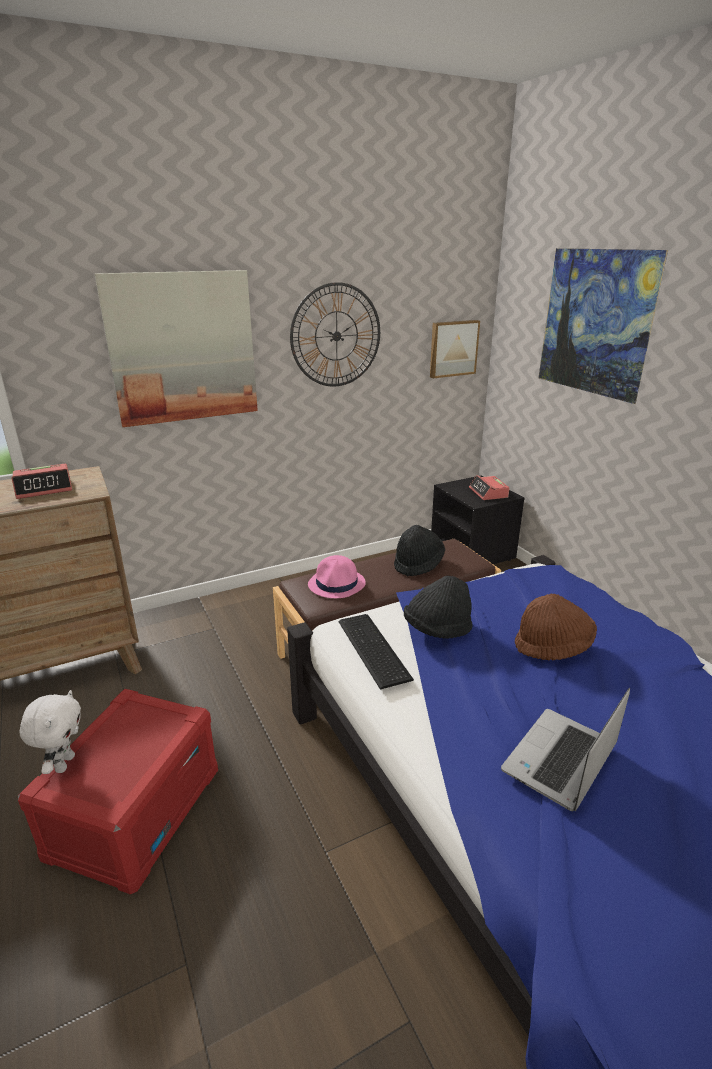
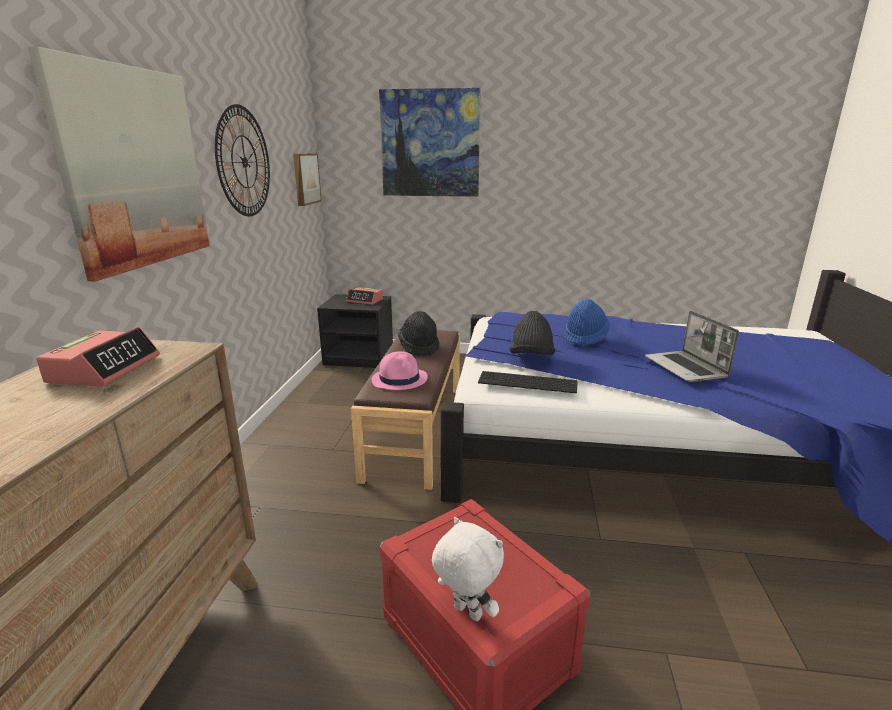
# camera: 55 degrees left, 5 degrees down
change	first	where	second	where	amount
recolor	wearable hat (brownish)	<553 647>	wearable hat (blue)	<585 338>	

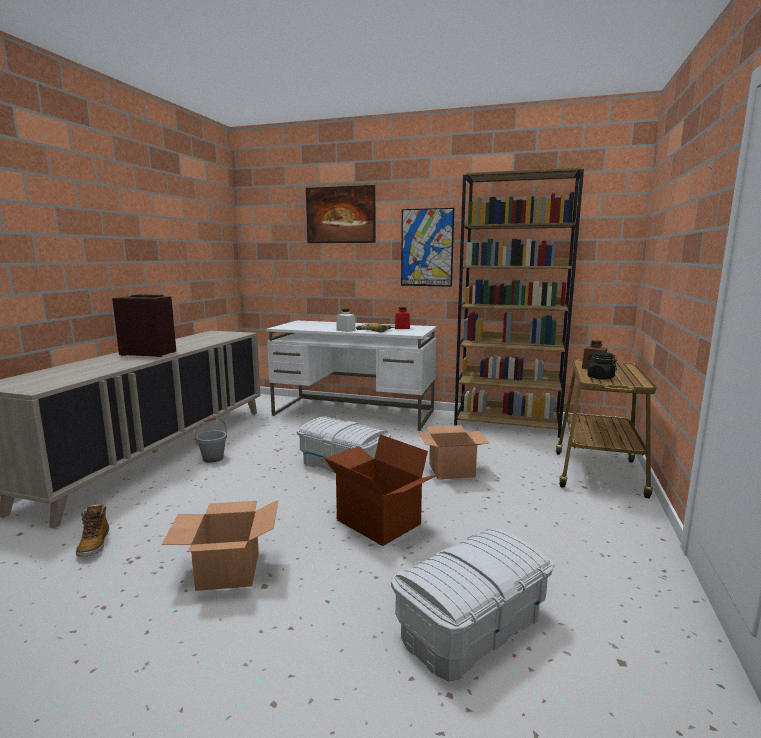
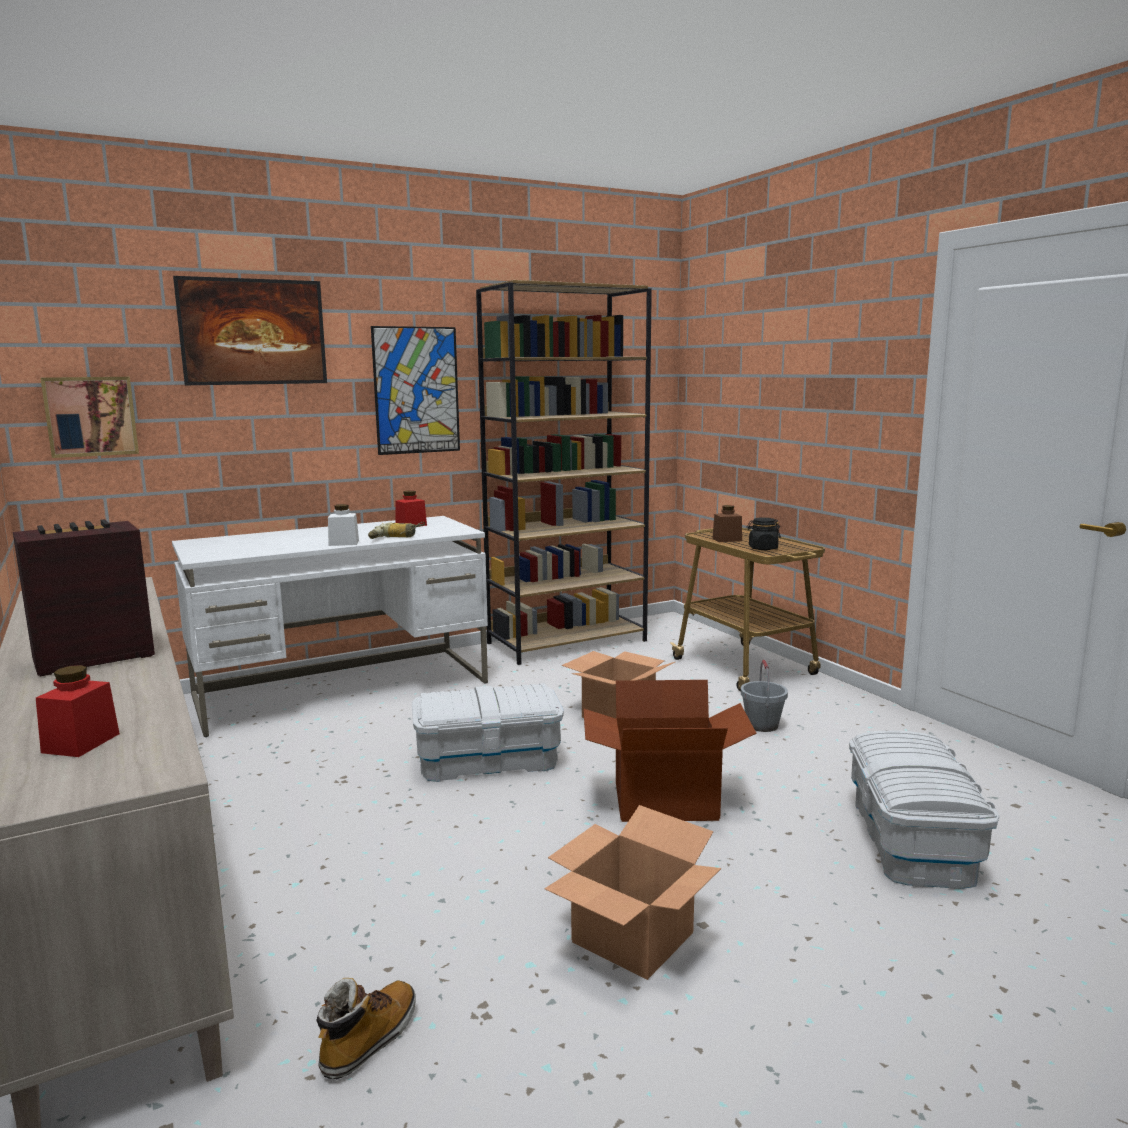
# camera: 45 degrees left, 0 degrees up
change	first	where	second	where	amount
move	pail (grey)	<213 458>		<762 725>	
rotate	boot	<94 544>		<369 1040>	90 degrees counterclockwise
insert			picture	<91 416>	
insert			jar (red-coloured)	<81 743>	

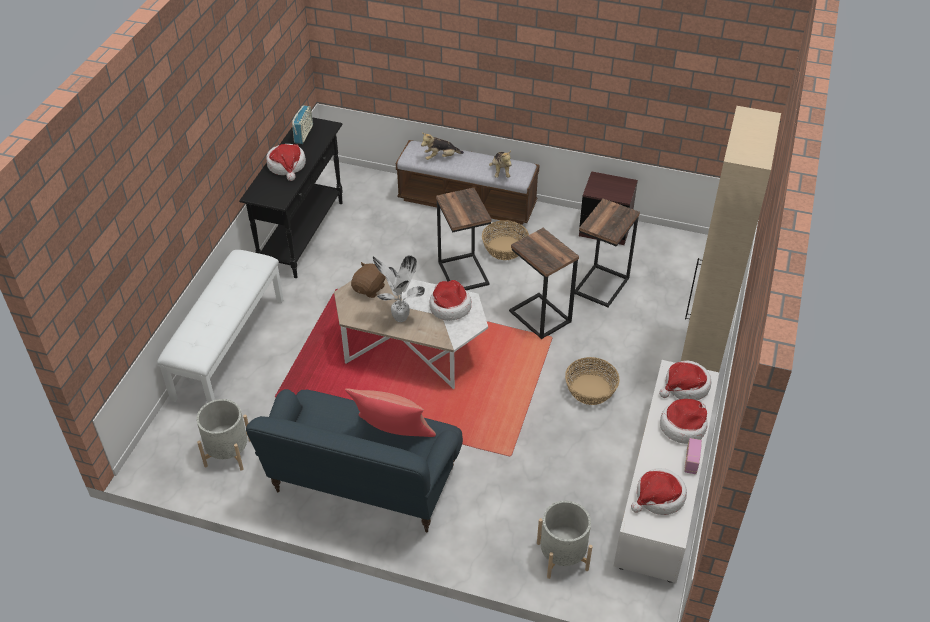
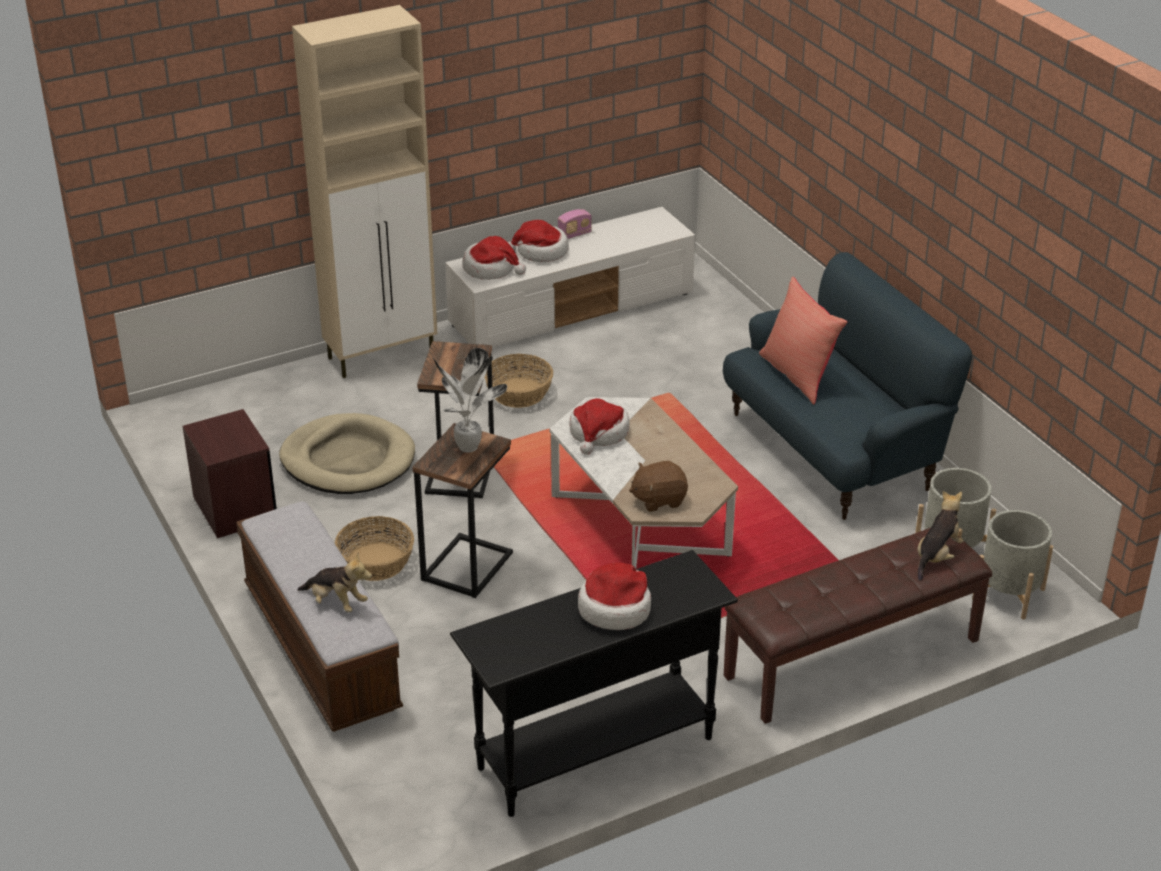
# camera: 135 degrees left, 10 degrees down
change	first	where	second	where	amount
delete	radio receiver	<303 134>			
move	plush toy	<500 171>		<937 556>	
replace	end table	<602 286>	pet bed (beige-coloured)	<348 460>	
recolor	indoor bench (white)	<228 347>	indoor bench (brownish)	<852 659>	
move	plant in a pot	<399 317>		<469 448>	
delete	wearable hat	<658 497>			
move	plant pot (grey)	<562 556>		<1008 594>	

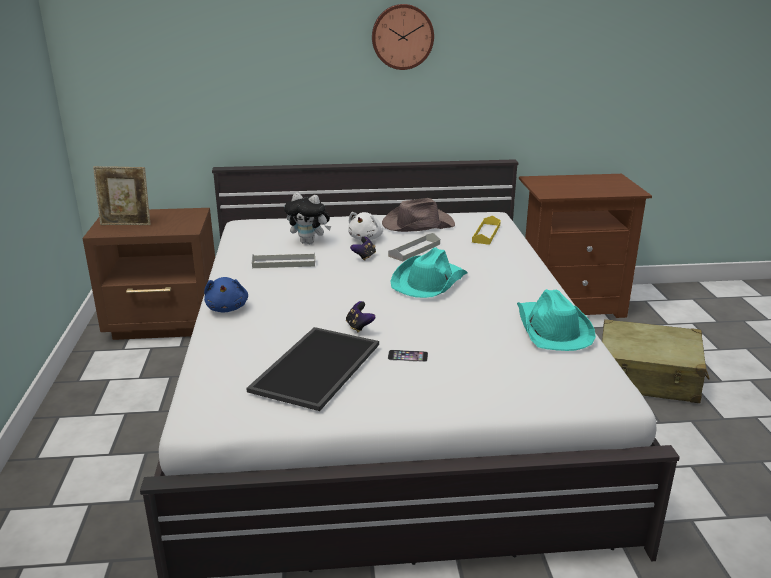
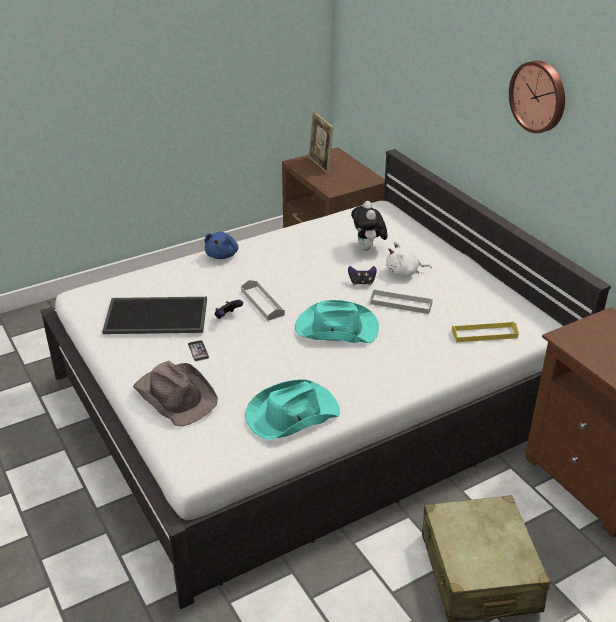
# camera: 65 degrees right, 10 degrees up
change	first	where	second	where	amount
move	wearable hat (brownish)	<417 224>		<176 395>	
move	serving tray (grey)	<284 263>		<262 303>	
rotate	plush toy (blue)	<227 308>		<222 255>	45 degrees counterclockwise

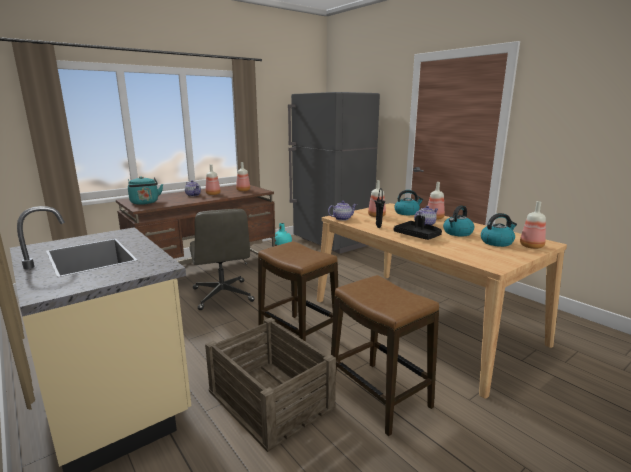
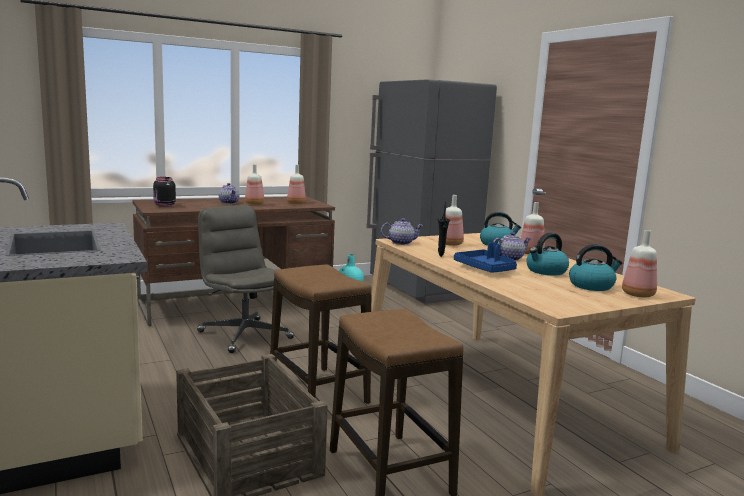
# camera: 10 degrees right, 5 degrees down
change	first	where	second	where	amount
replace	tea kettle (blue-green)	<145 203>	jar (black)	<164 205>	
rotate	desk chair (grey)	<223 295>		<244 335>	150 degrees clockwise
recolor	serving tray (black)	<418 236>	serving tray (blue)	<486 269>	

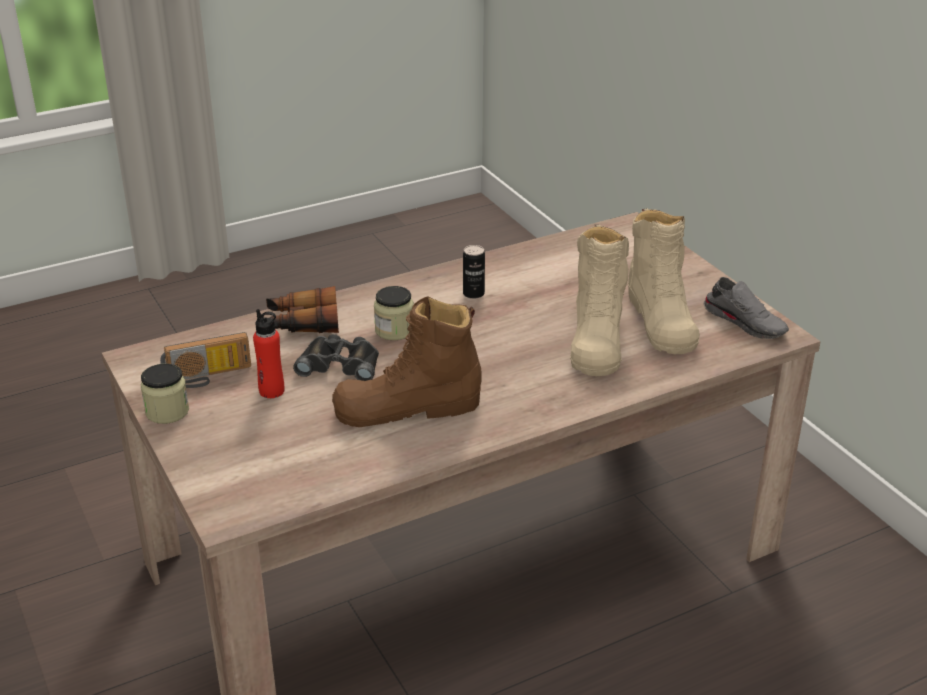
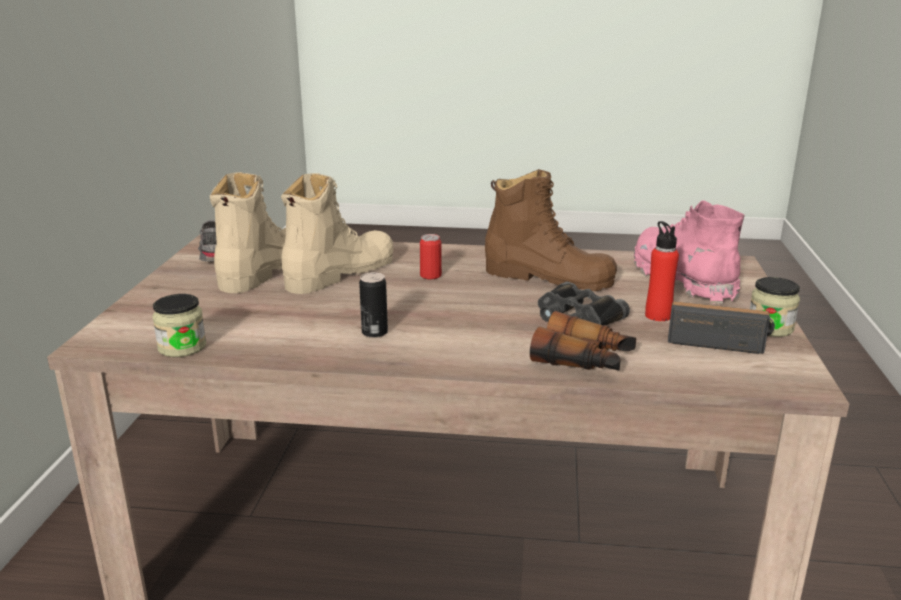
# camera: 145 degrees left, 10 degrees down
change	first	where	second	where	amount
move	jar	<394 330>		<182 347>	
insert			boot (pinkish)	<682 280>	
insert			can	<430 276>	

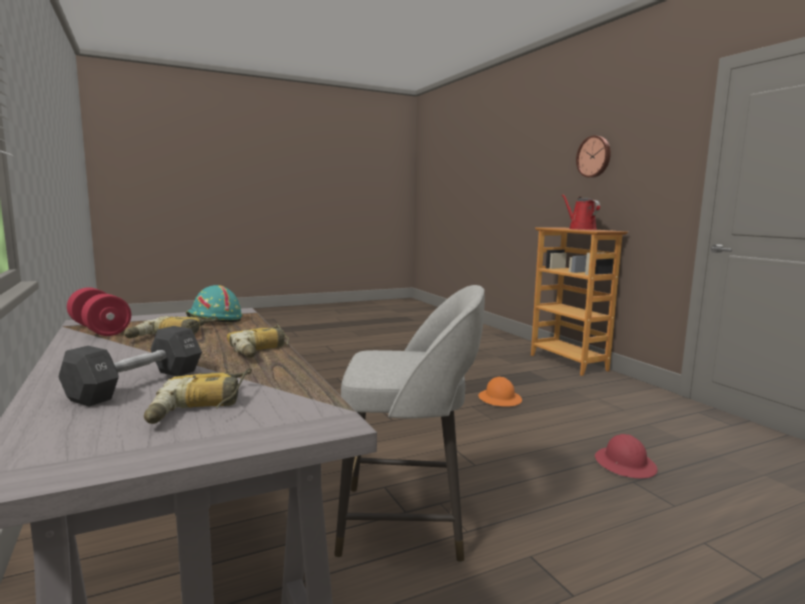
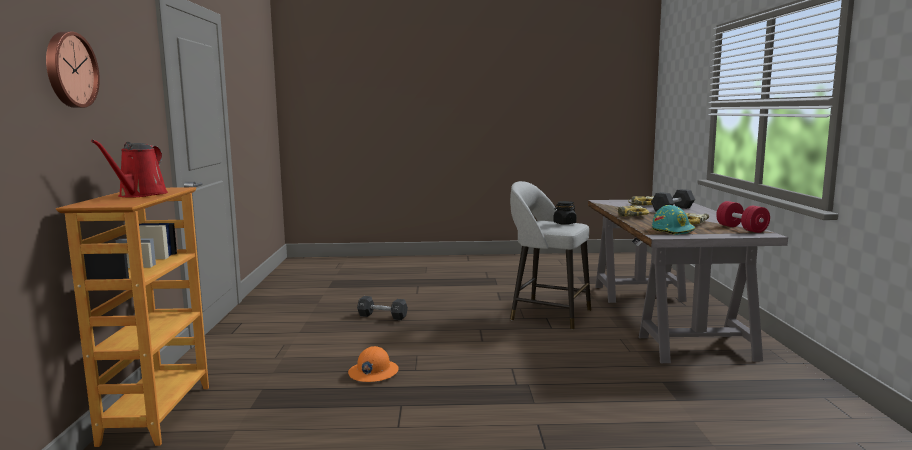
# camera: 155 degrees left, 0 degrees up
change	first	where	second	where	amount
replace	work helmet (red-coloured)	<625 464>	hand weight (black)	<382 316>	
insert			jar (black)	<564 223>	

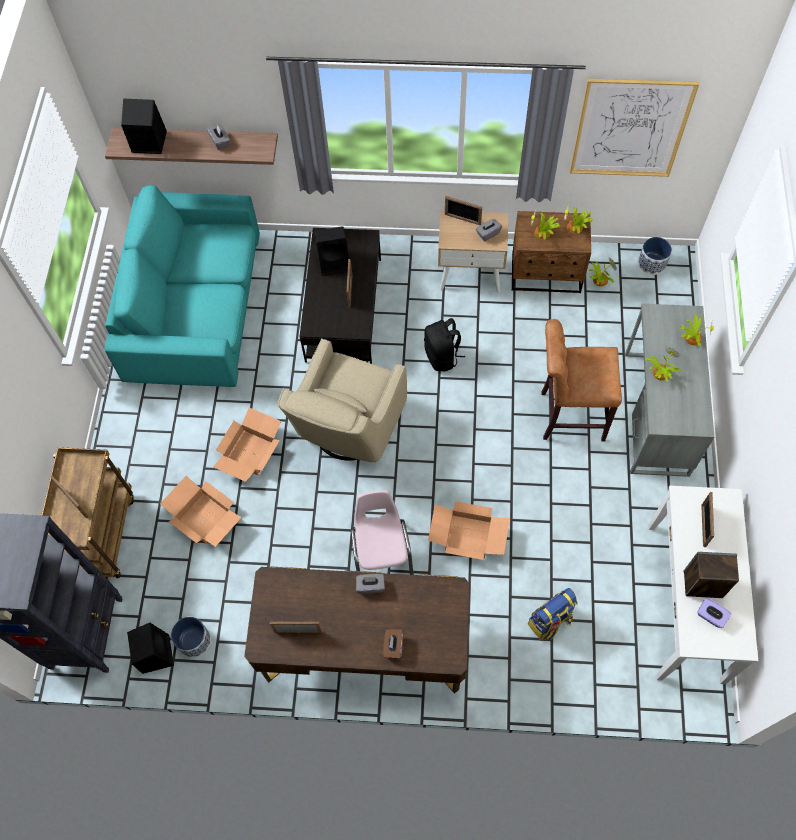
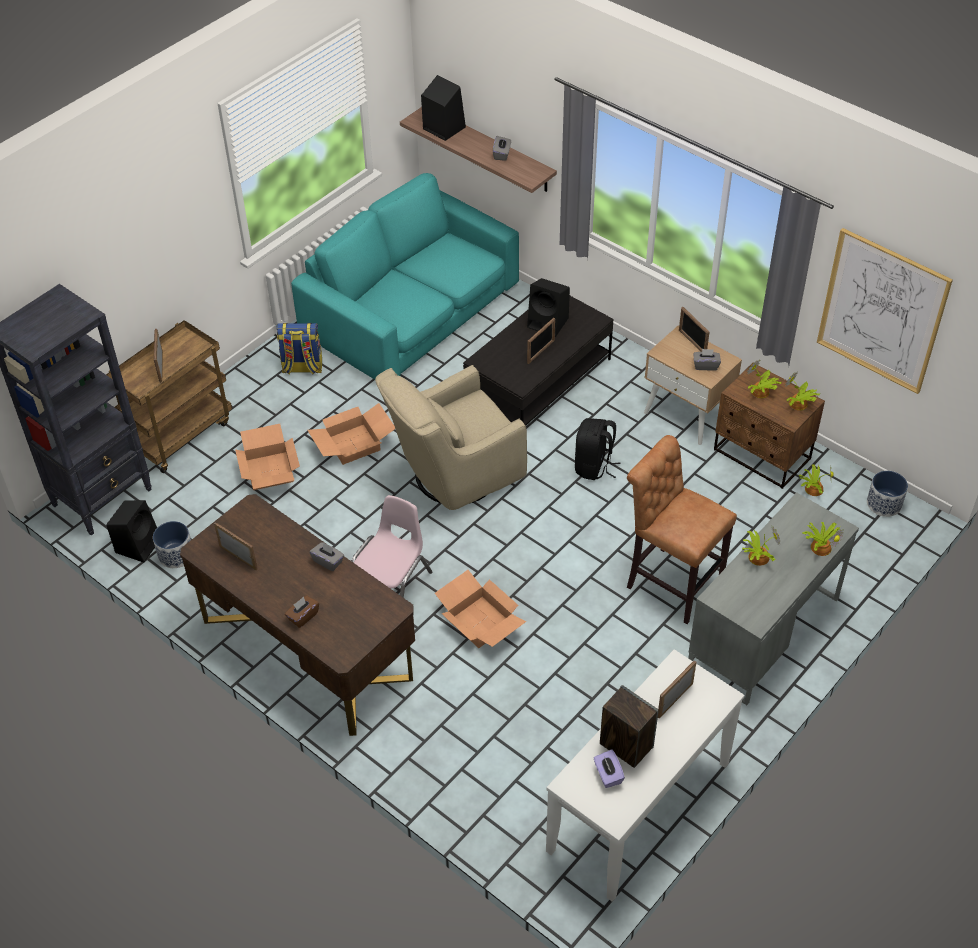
# camera: 35 degrees right, 15 degrees down
change	first	where	second	where	amount
move	backpack	<550 622>		<302 367>	

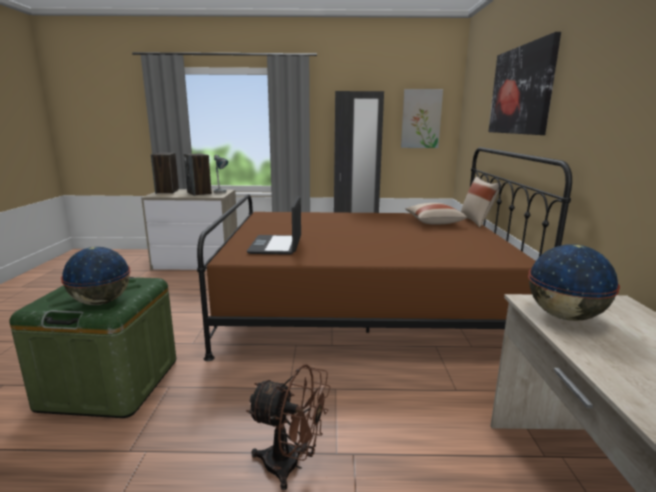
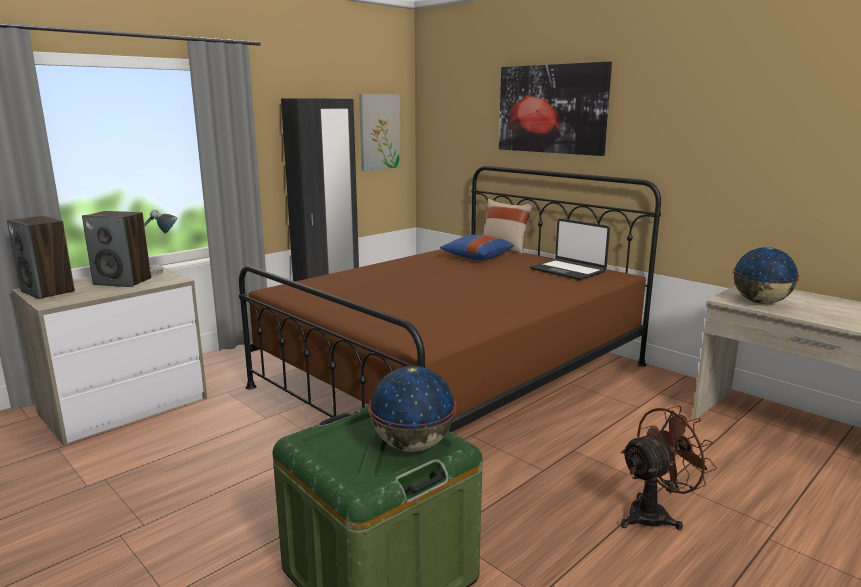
# camera: 45 degrees left, 0 degrees up
change	first	where	second	where	amount
move	notebook computer	<276 246>		<568 271>	
recolor	cushion (beige-coloured)	<433 222>	cushion (blue)	<476 258>	

